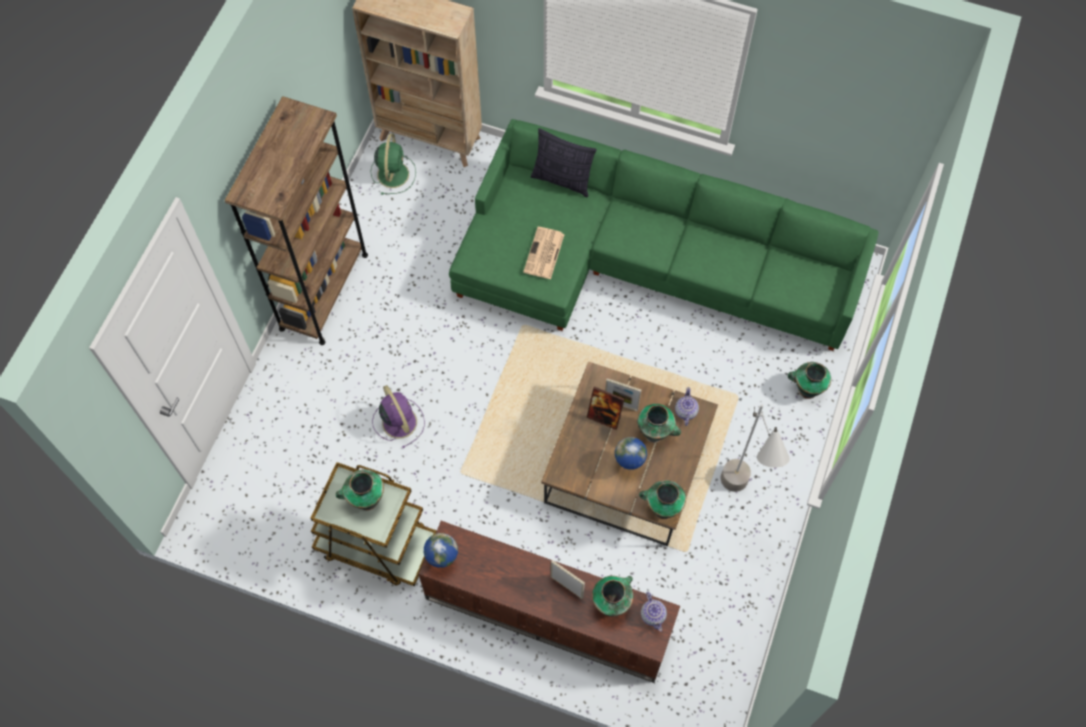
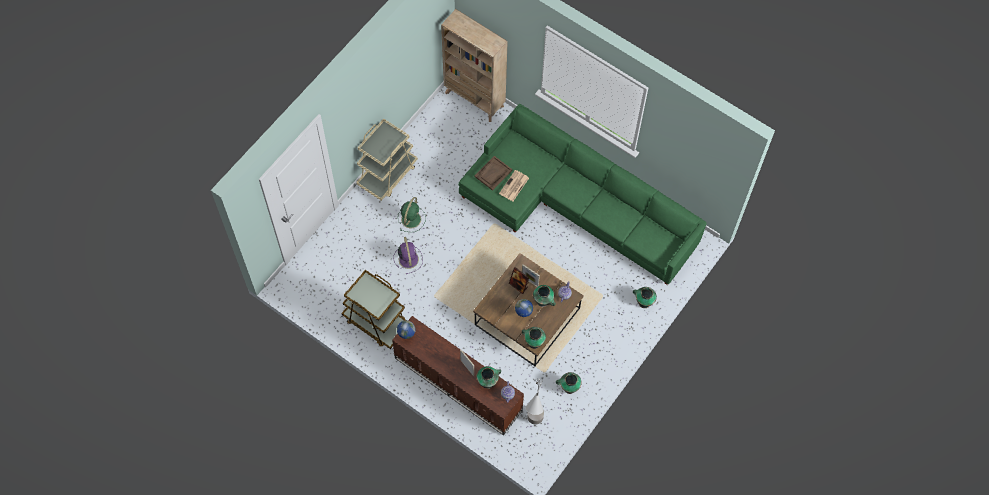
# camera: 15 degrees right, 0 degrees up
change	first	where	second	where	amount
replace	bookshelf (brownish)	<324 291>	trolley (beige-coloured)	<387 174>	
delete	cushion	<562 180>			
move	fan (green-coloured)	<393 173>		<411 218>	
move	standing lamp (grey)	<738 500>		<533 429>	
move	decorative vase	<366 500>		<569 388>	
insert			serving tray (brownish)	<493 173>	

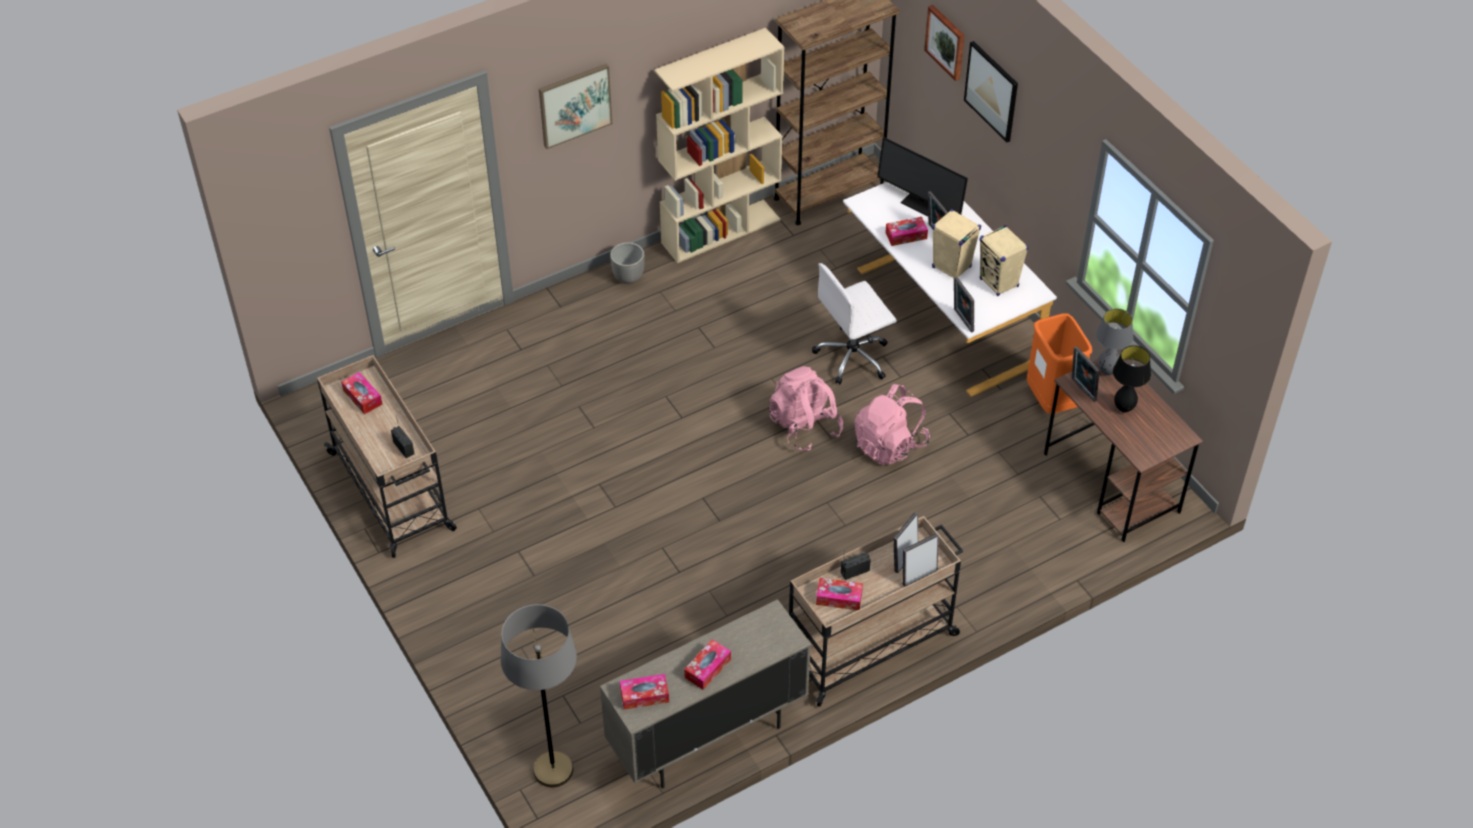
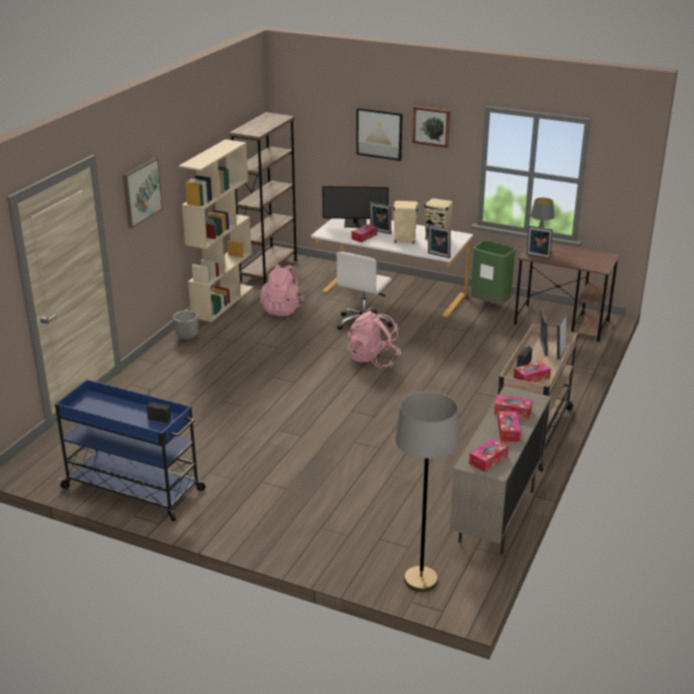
# camera: 35 degrees left, 20 degrees down
change	first	where	second	where	amount
move	picture	<946 42>		<431 126>	
recolor	waste bin (orangey)	<1051 401>	waste bin (green-coloured)	<490 305>	
delete	table lamp (black)	<1123 408>			
recolor	trolley (beige-coloured)	<392 492>	trolley (blue)	<135 489>	
move	tissue holder	<362 397>		<512 411>	
move	backpack (pinkish)	<890 444>		<283 309>	

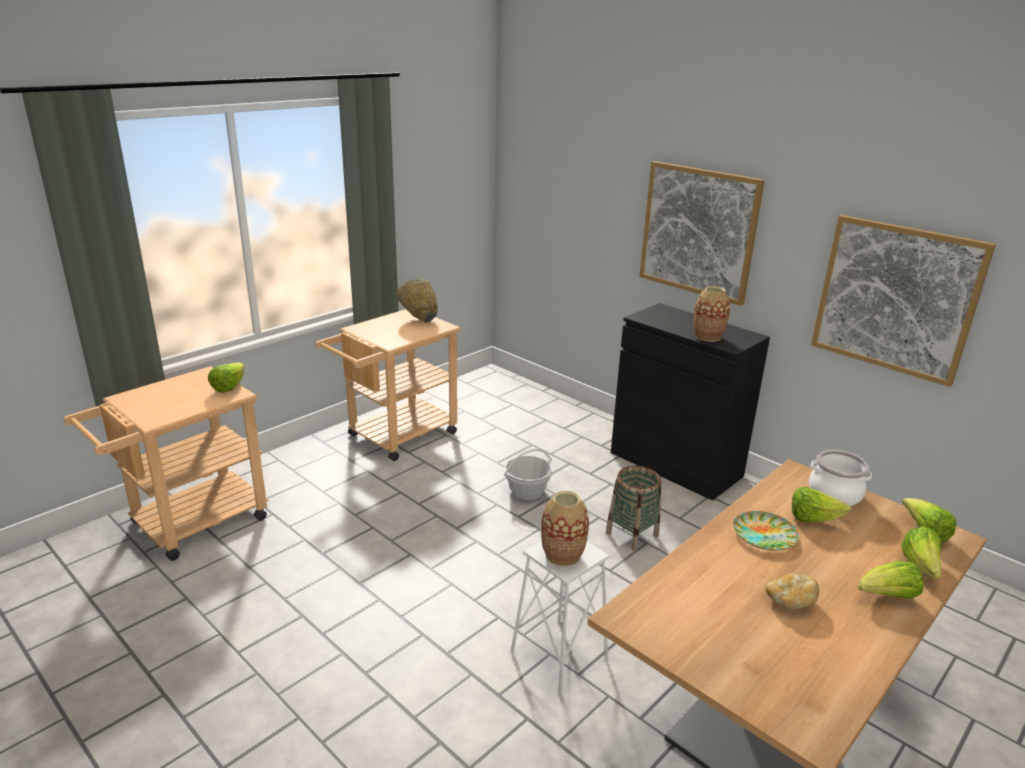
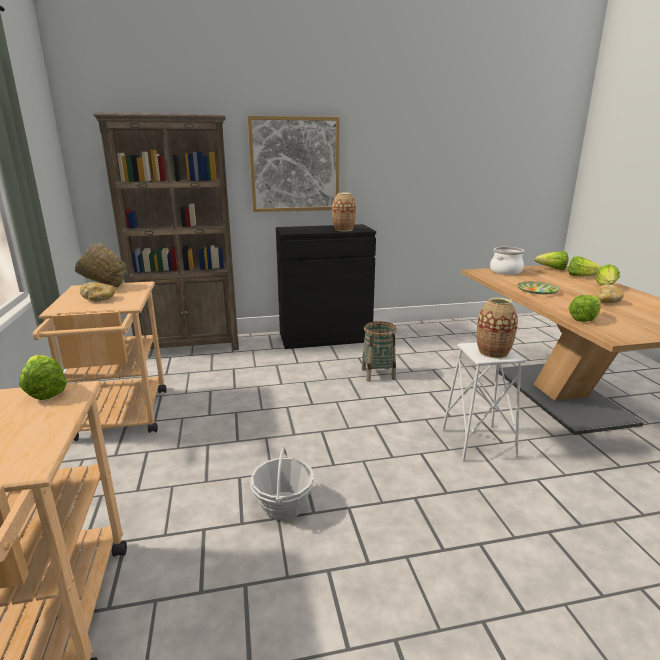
# camera: 55 degrees left, 5 degrees down
change	first	where	second	where	amount
delete	picture	<896 298>			
move	basket	<527 491>		<283 505>	
move	lettuce	<813 519>		<584 318>	
insert			bookshelf (brownish)	<190 346>	
insert			bread	<99 299>	

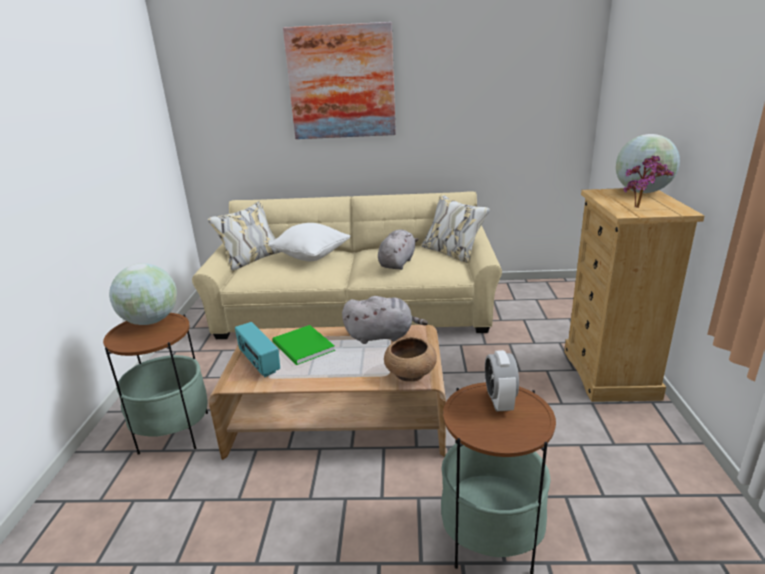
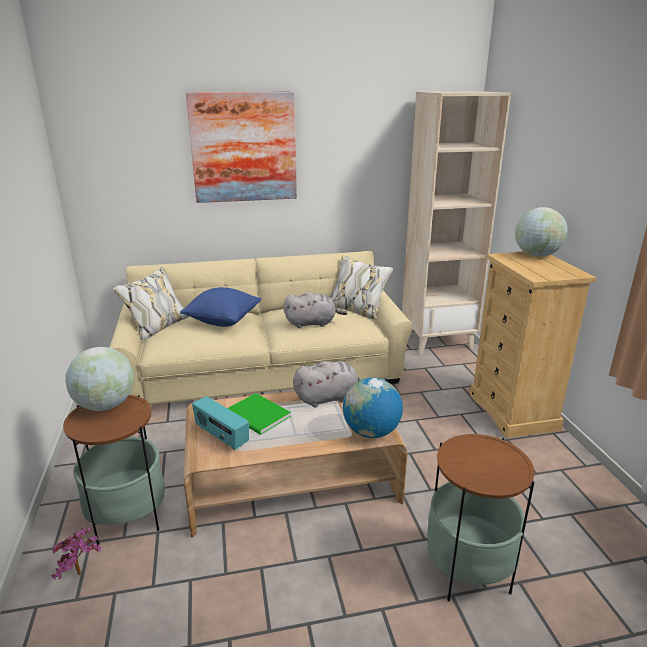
# camera: 15 degrees left, 0 degrees up
change	first	where	second	where	amount
move	plant in a pot	<641 208>		<82 575>	
recolor	cushion (white)	<311 256>	cushion (blue)	<223 321>	
rotate	plush toy (grey)	<397 263>		<312 323>	75 degrees clockwise
replace	deep dish (brownish)	<410 373>	desk globe	<371 432>	
delete	alarm clock	<499 401>			
insert			bookshelf (beige-coloured)	<437 340>	

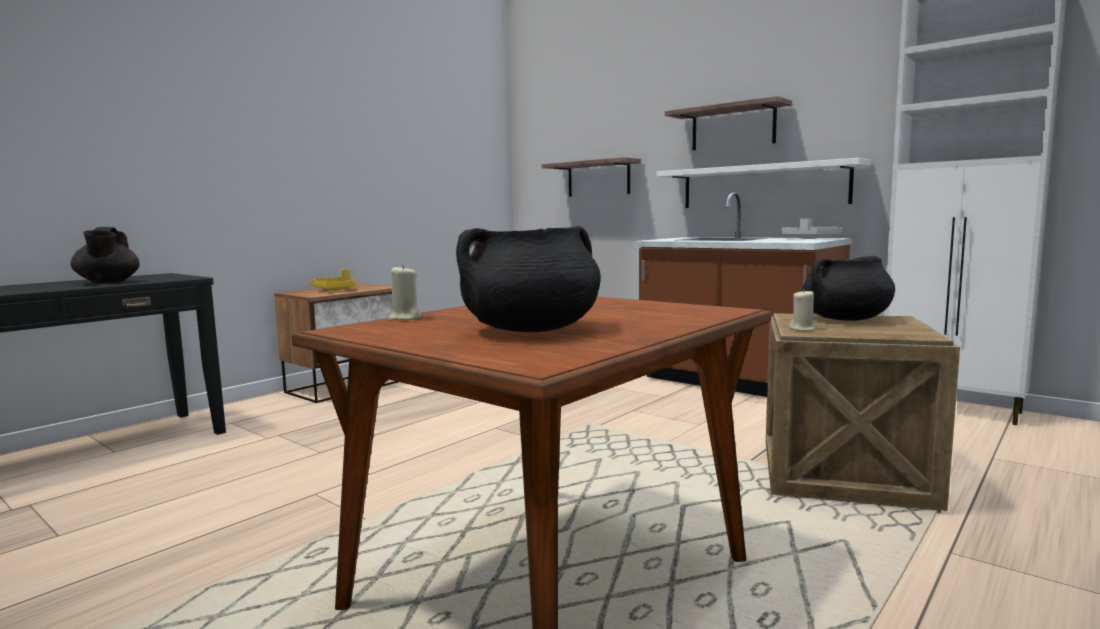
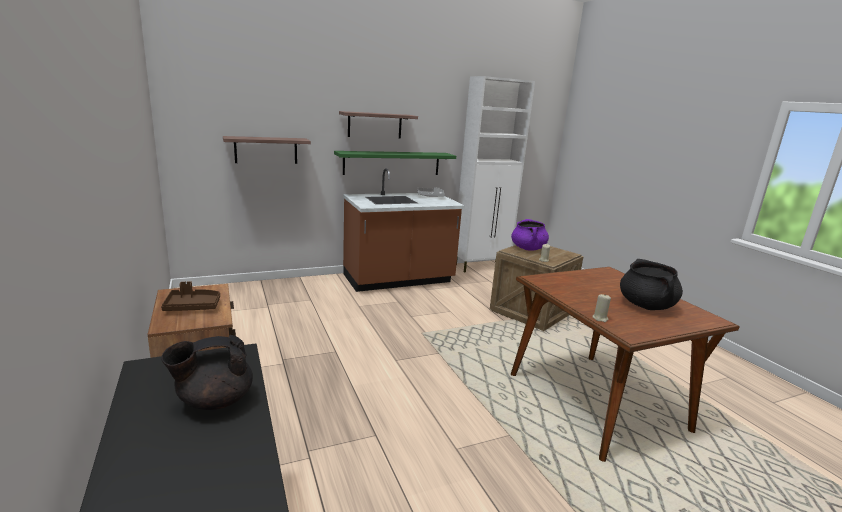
# camera: 65 degrees left, 10 degrees up
change	first	where	second	where	amount
recolor	wall shelf (white)	<762 186>	wall shelf (green-coloured)	<392 163>	
rotate	tea pot (black)	<108 282>		<214 401>	150 degrees clockwise
recolor	cooking pot (black)	<845 319>	cooking pot (purple)	<528 248>	
recolor	serving tray (yellowish)	<335 290>	serving tray (brownish)	<192 306>	

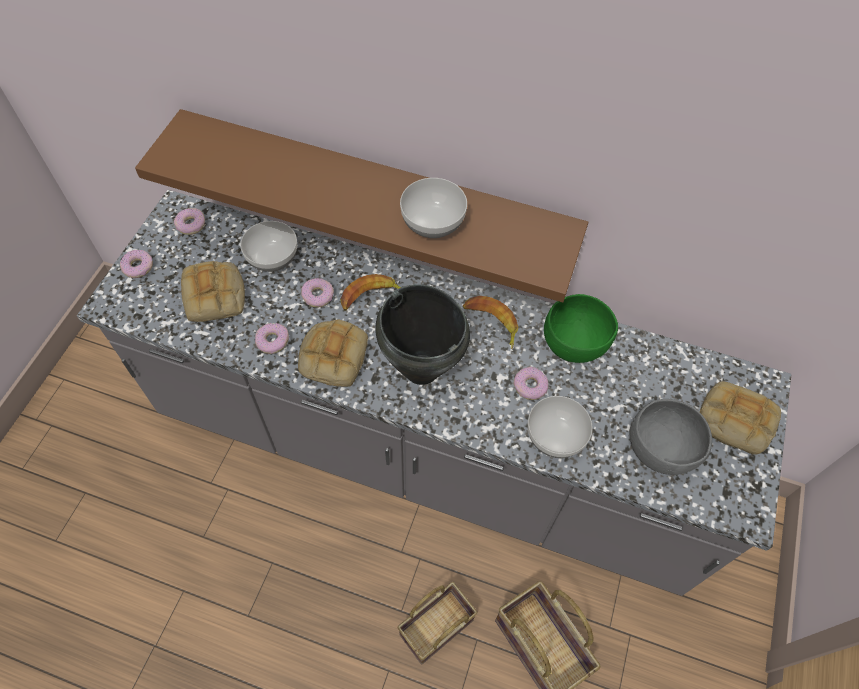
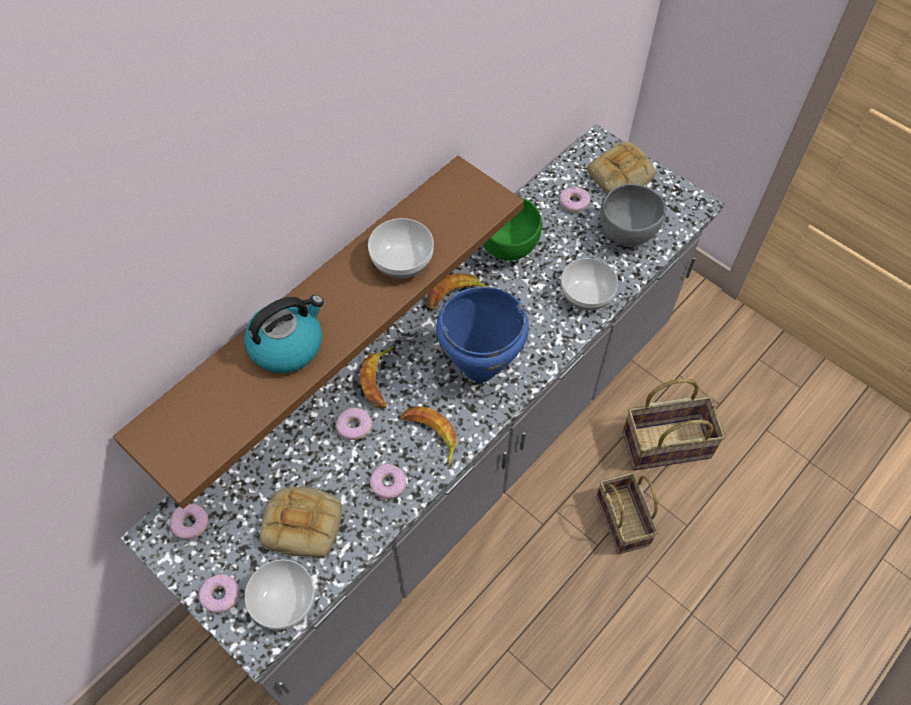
# camera: 65 degrees left, 0 degrees up
change	first	where	second	where	amount
move	deep dish	<271 258>		<284 603>	
recolor	cooking pot (black)	<421 369>	cooking pot (blue)	<479 367>	
replace	bread	<333 355>	banana	<430 435>	
move	ring doughnut	<530 386>		<574 203>	
insert			tea kettle	<287 345>	

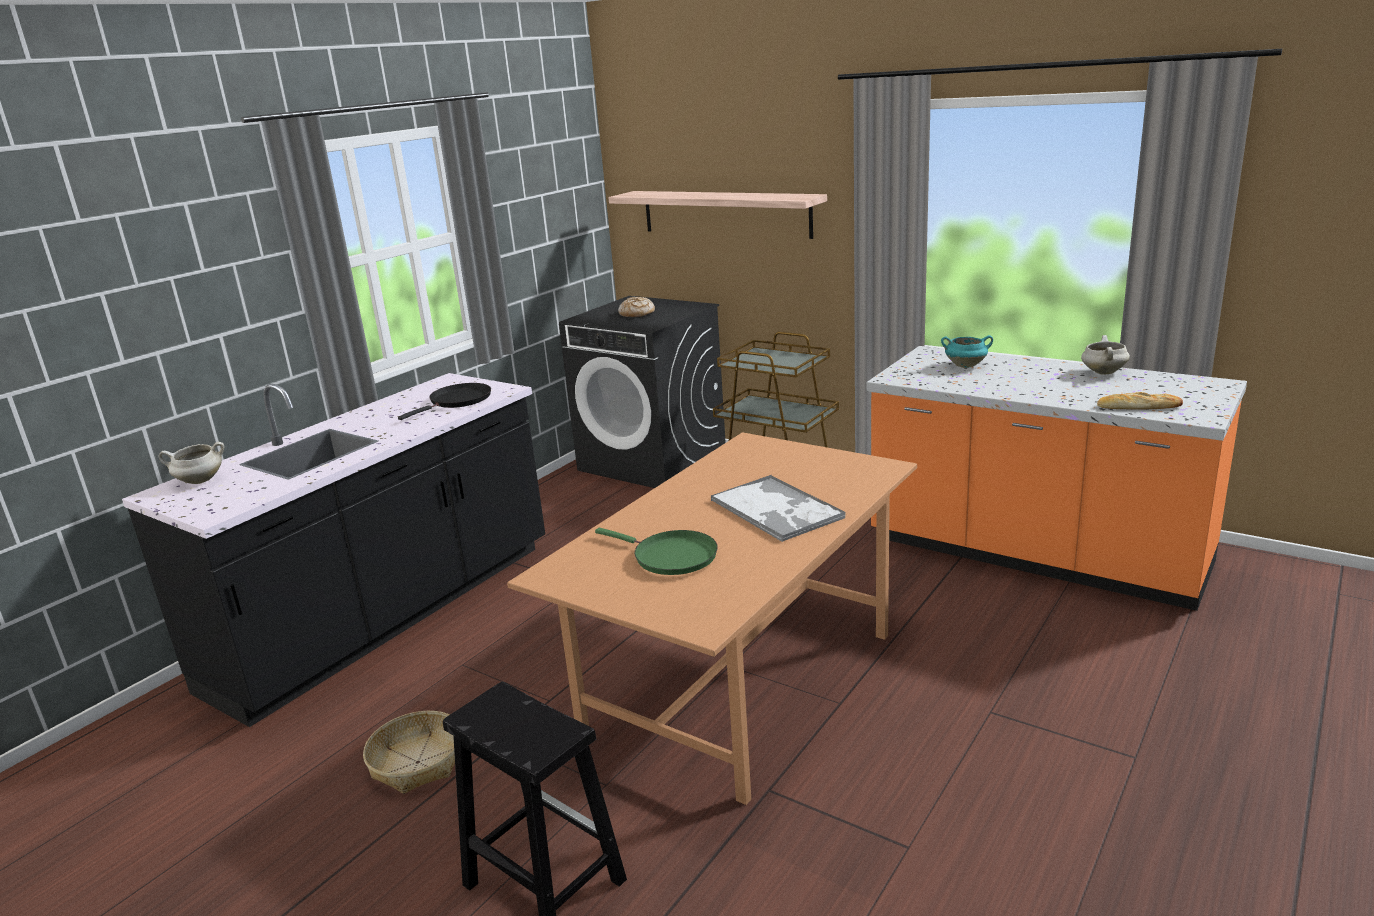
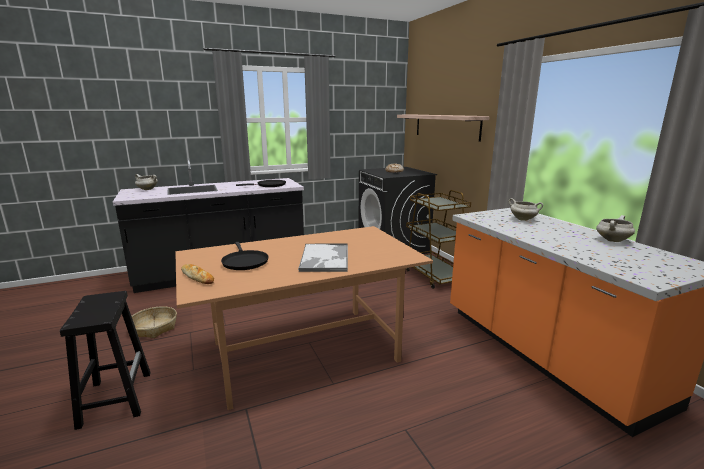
# camera: 30 degrees right, 5 degrees down
change	first	where	second	where	amount
recolor	cooking pot (blue-green)	<966 365>	cooking pot (white)	<523 219>	
move	bread	<1138 407>		<197 277>	
recolor	frying pan (green-coloured)	<670 556>	frying pan (black)	<244 262>	

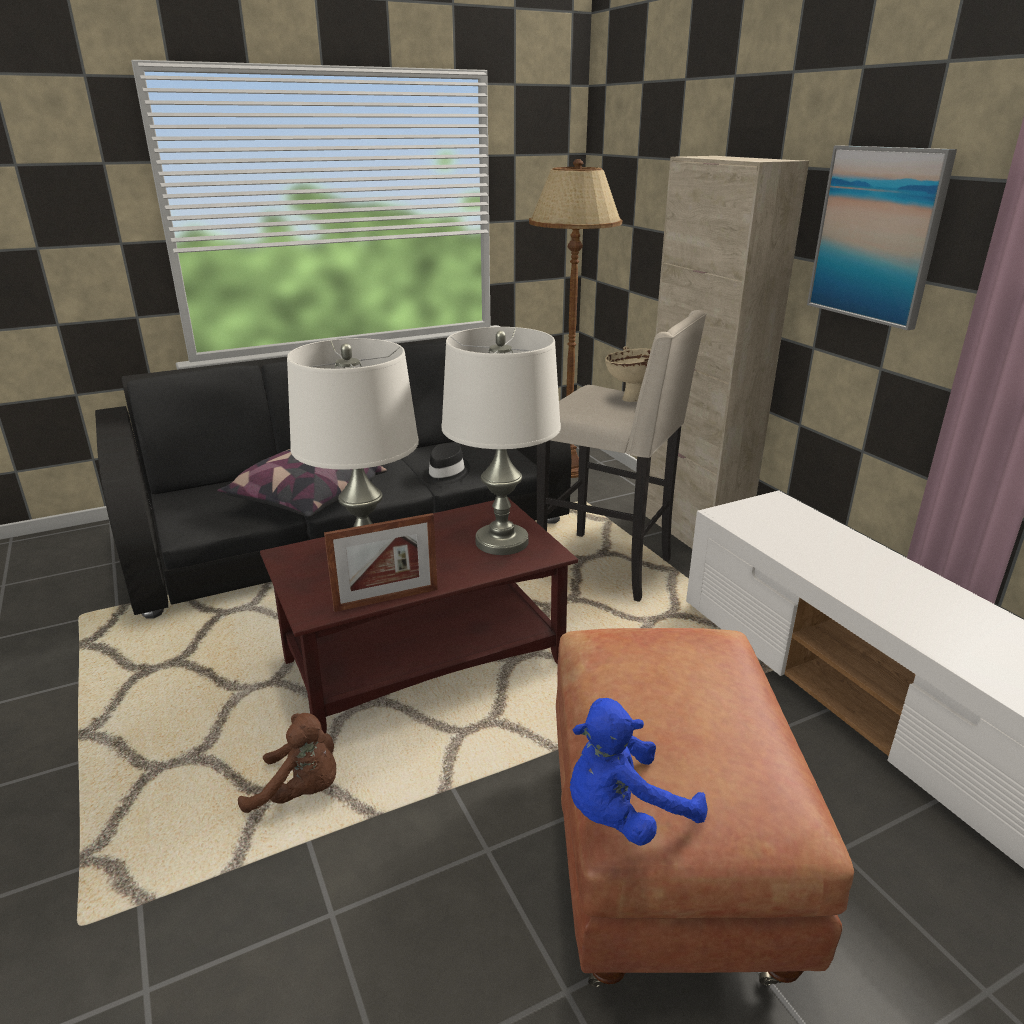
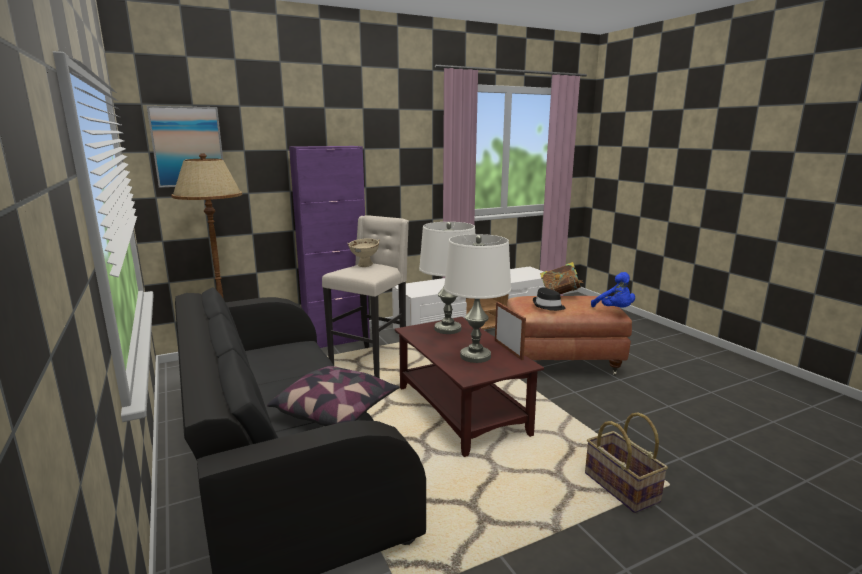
# camera: 90 degrees left, 10 degrees down
change	first	where	second	where	amount
move	picture	<877 235>		<187 146>	
recolor	cupboard (beige-coloured)	<691 531>	cupboard (purple)	<337 340>	
move	wearable hat (black)	<444 474>		<548 306>	
delete	plush toy (brownish)	<301 792>			
insert			volume	<560 295>	
insert			basket	<620 487>	

